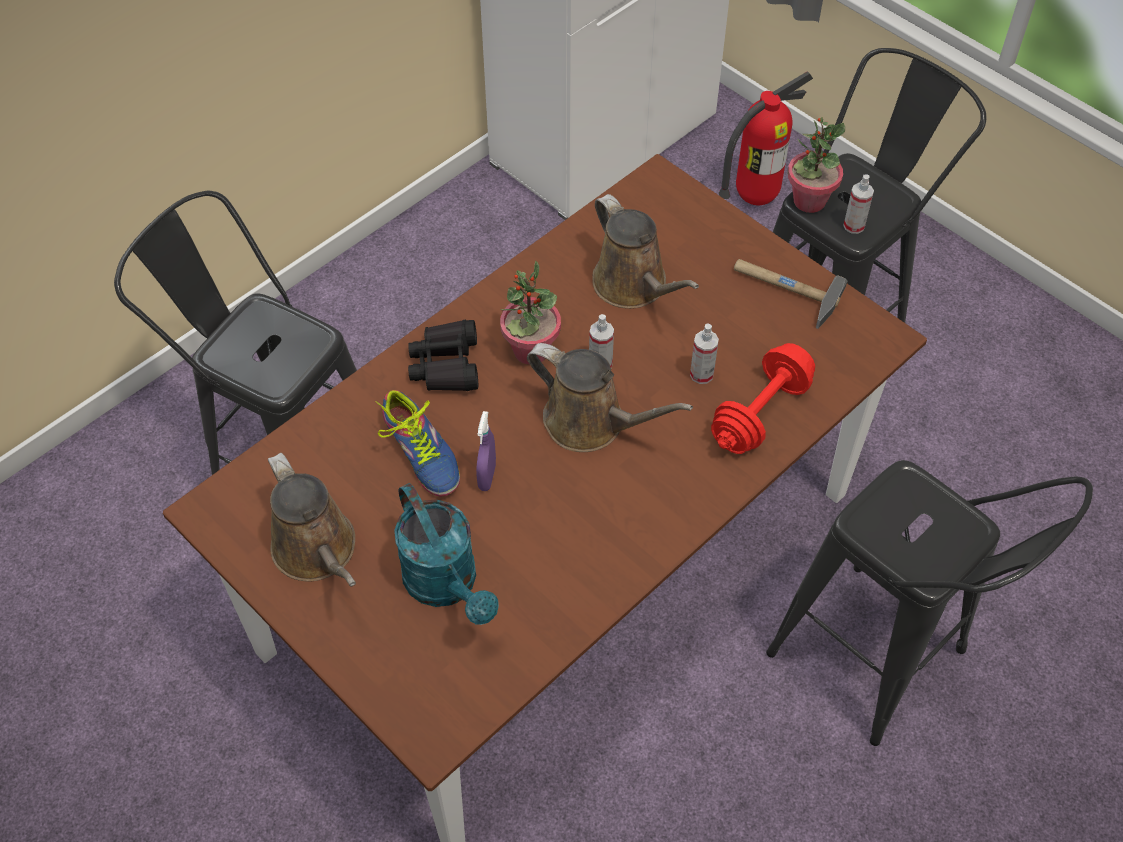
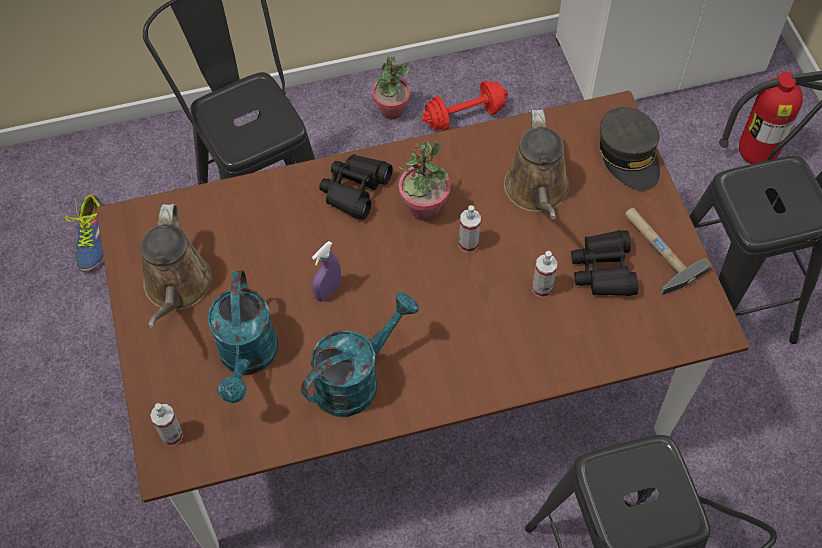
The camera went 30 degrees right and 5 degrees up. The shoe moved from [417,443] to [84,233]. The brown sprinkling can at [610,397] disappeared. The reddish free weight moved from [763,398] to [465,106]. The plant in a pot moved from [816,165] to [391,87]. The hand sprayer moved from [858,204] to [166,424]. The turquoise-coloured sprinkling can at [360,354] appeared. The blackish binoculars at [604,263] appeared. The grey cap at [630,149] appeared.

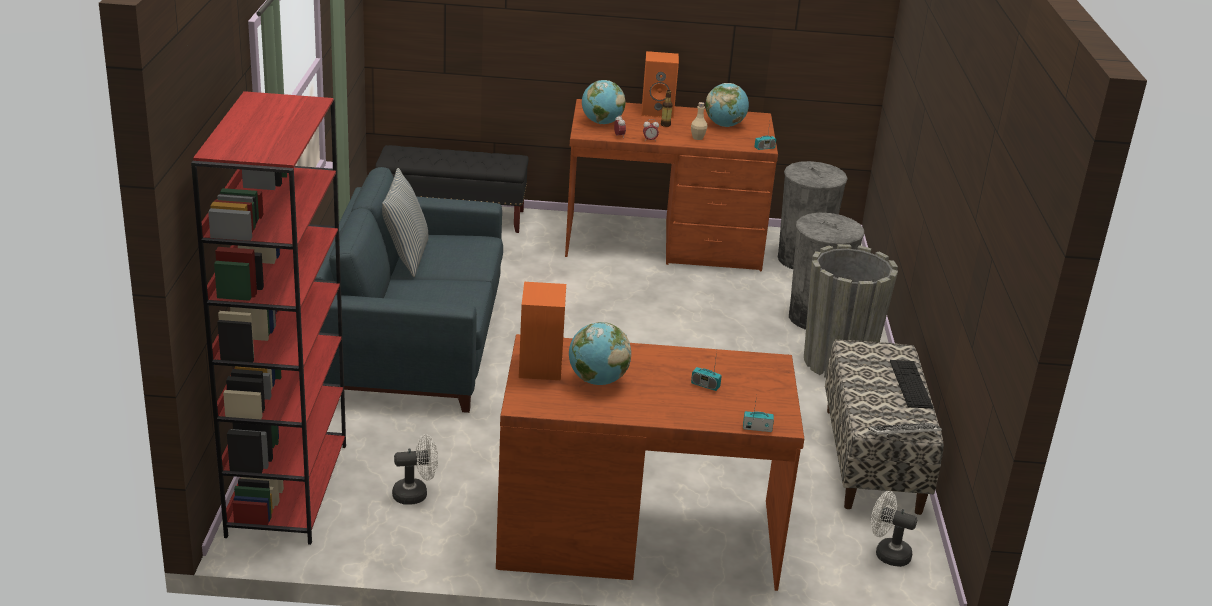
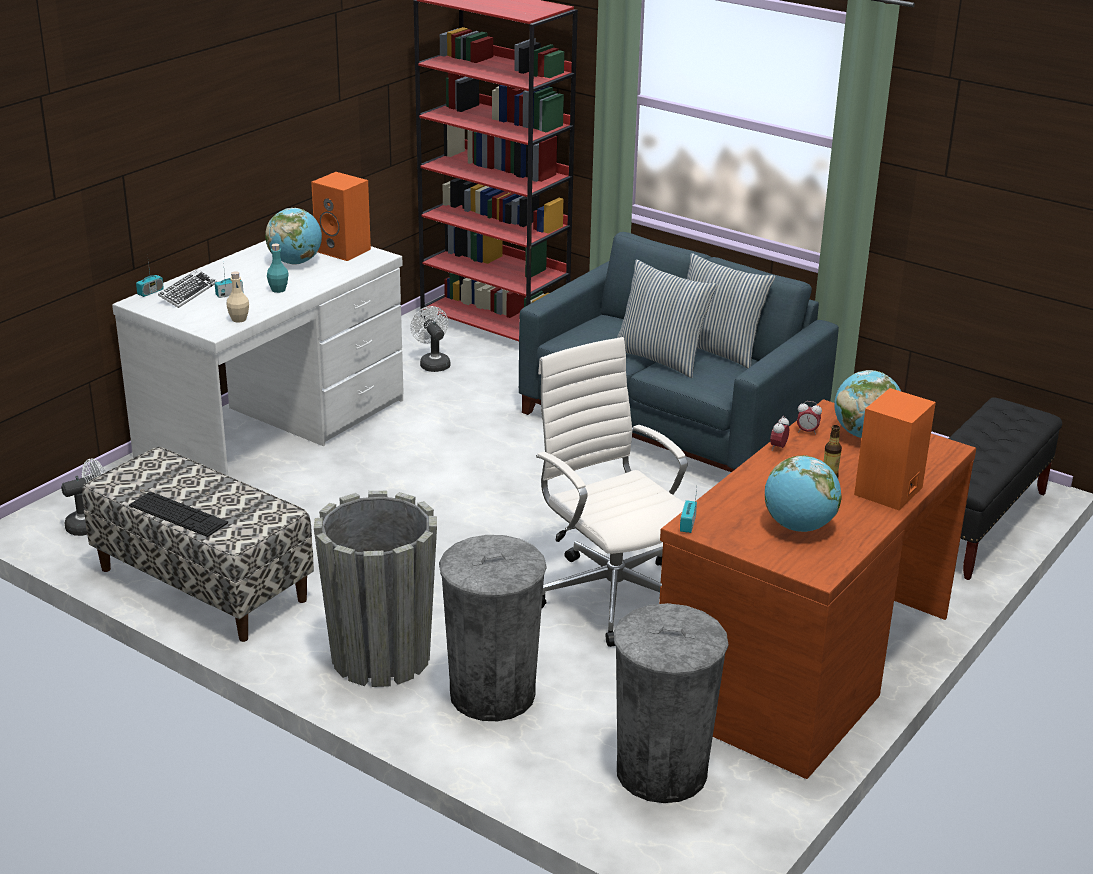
The camera went 125 degrees right and 0 degrees up. The white-coloured electric fan at [415,469] turned 135 degrees clockwise. The brown desk table at [650,462] became the white-coloured desk table at [258,358]. The beige-coloured beverage bottle moved from [699,121] to [238,297]. The keyboard moved from [905,430] to [187,288]. The turquoise-coloured beverage bottle at [278,268] appeared. The white-coloured computer chair at [611,492] appeared. The cushion at [667,318] appeared.

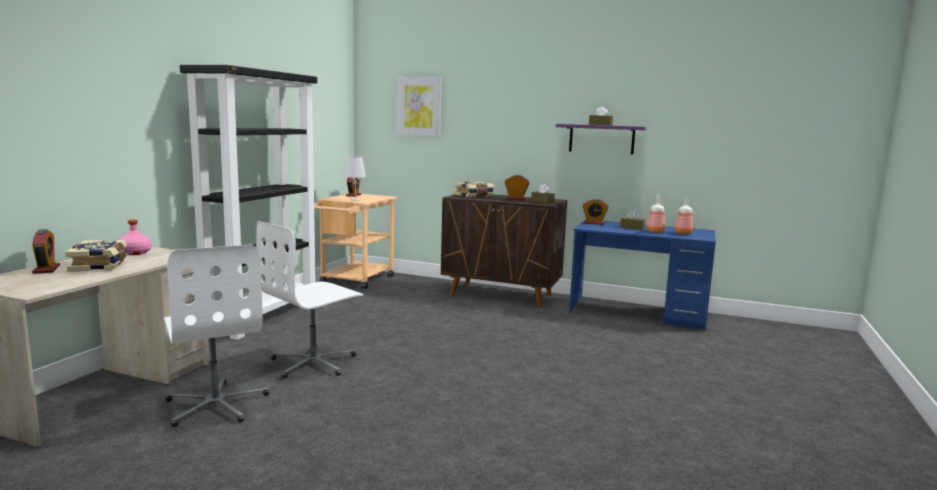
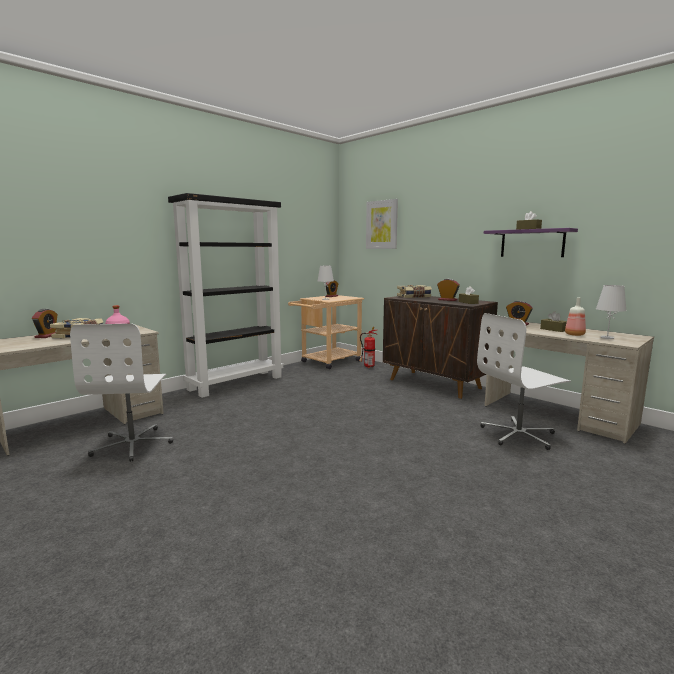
The camera went 25 degrees right and 0 degrees up. The white-coloured computer chair moved from [309,299] to [524,381]. The blue desk table at [642,276] became the beige-coloured desk table at [569,383]. The beverage bottle at [683,215] was replaced by the white-coloured lamp for a table at [611,312]. The fire-fighting cylinder at [368,347] appeared.

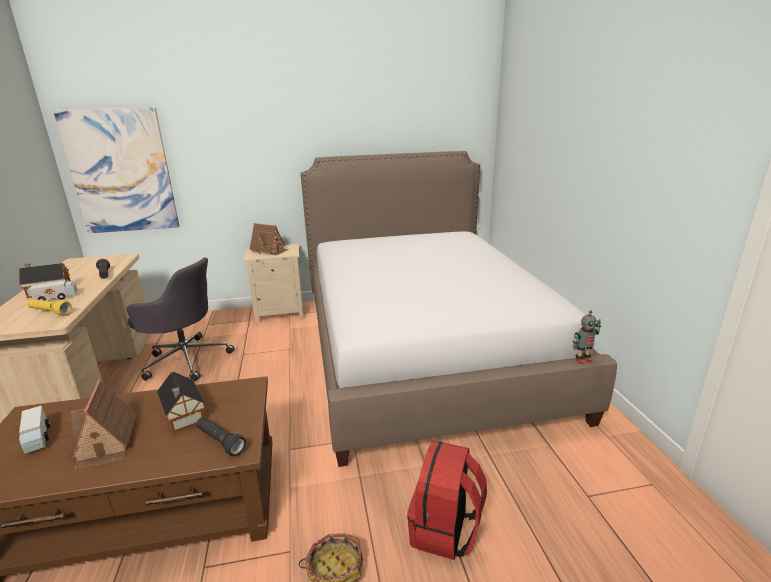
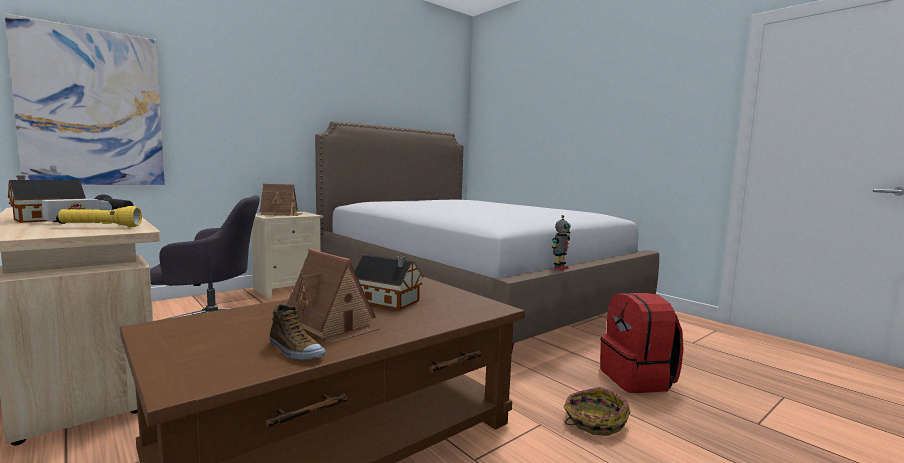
The camera went 30 degrees left and 15 degrees down. The toy truck at [34,429] disappeared. The blackish flashlight at [221,436] disappeared. The robot figure moved from [587,337] to [561,242]. The shoe at [297,332] appeared.

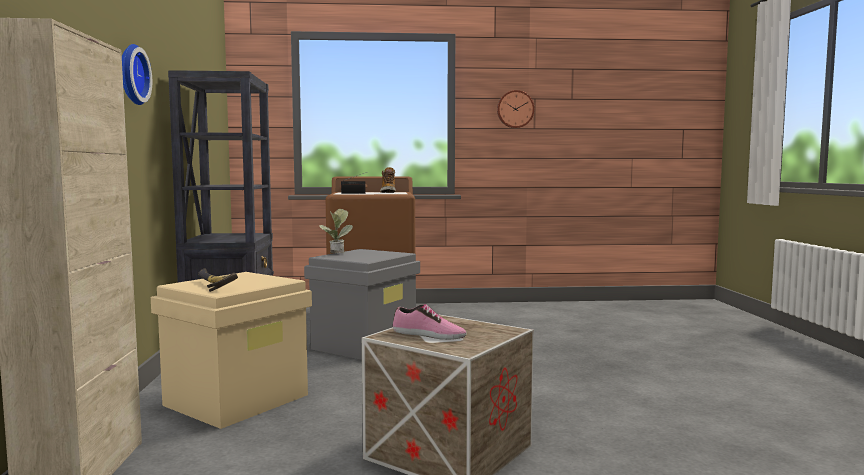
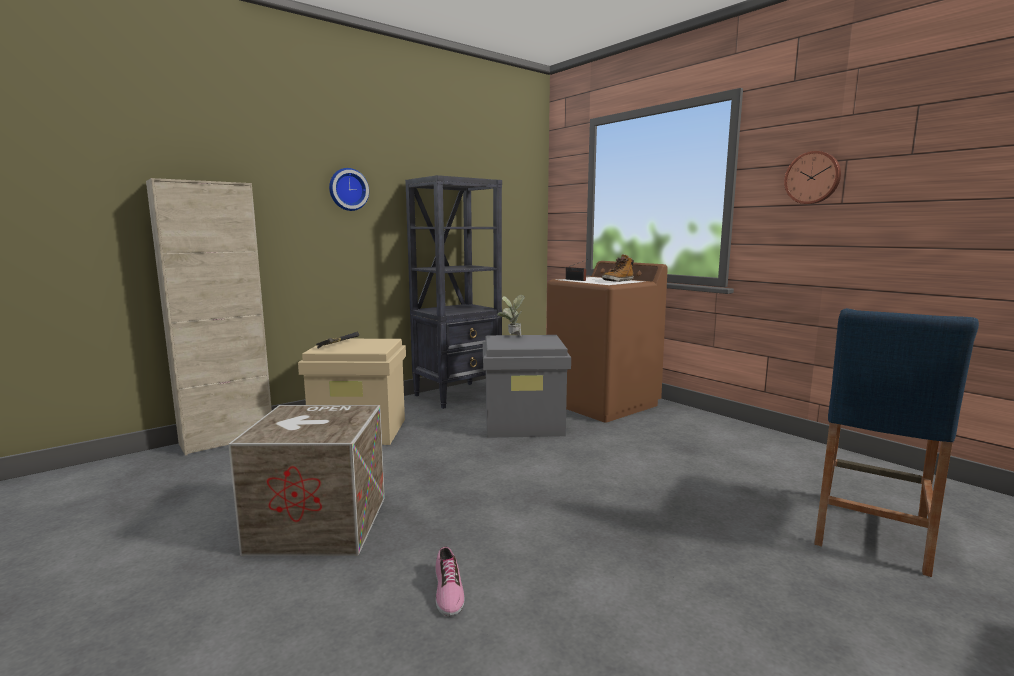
The camera went 55 degrees right and 5 degrees up. The shoe moved from [429,322] to [450,581]. The blue sitting stool at [896,442] appeared.

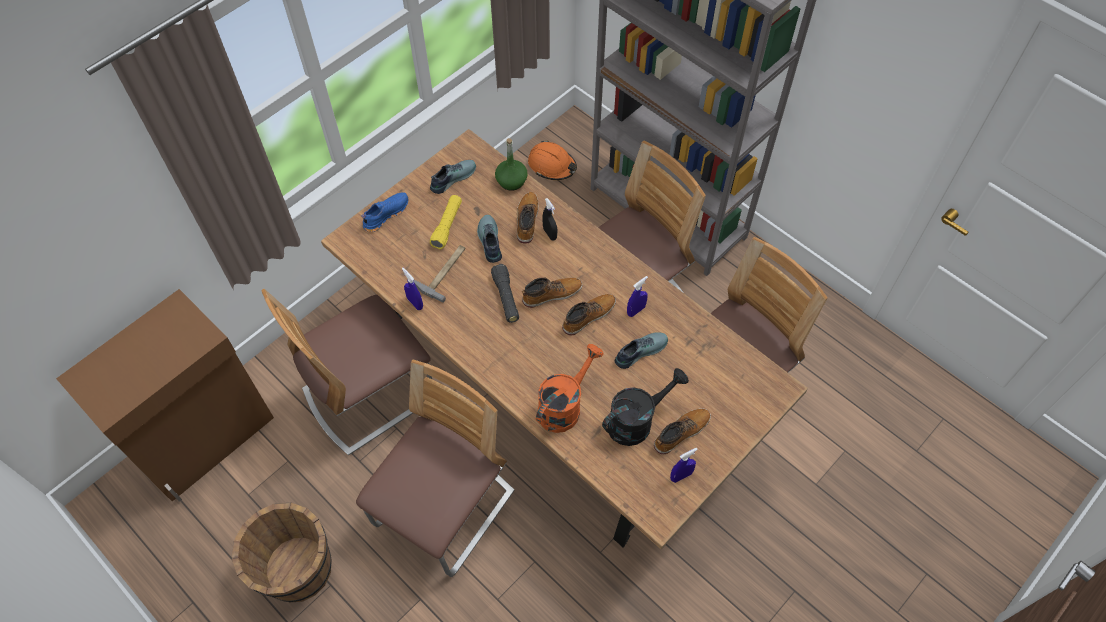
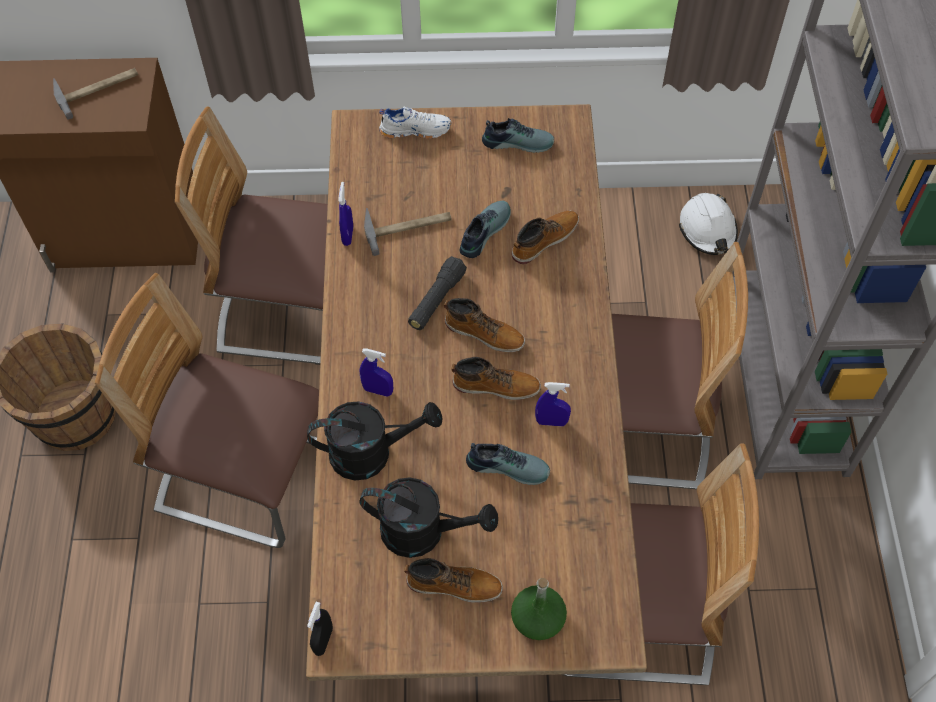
The camera went 45 degrees right and 0 degrees up. The plain chair at [435,468] turned 150 degrees counterclockwise. The blue shoe at [384,212] became the white-coloured shoe at [415,122]. The yellowish flashlight at [446,222] disappeared. The green-coloured beverage bottle moved from [511,164] to [539,609]. The orange work helmet at [552,160] became the white-coloured work helmet at [708,224]. The orange sprinkling can at [570,388] became the blackish sprinkling can at [374,441]. The blackish hand sprayer moved from [549,219] to [320,629]. The blue hand sprayer moved from [684,465] to [376,372]. The hammer at [95,94] appeared.

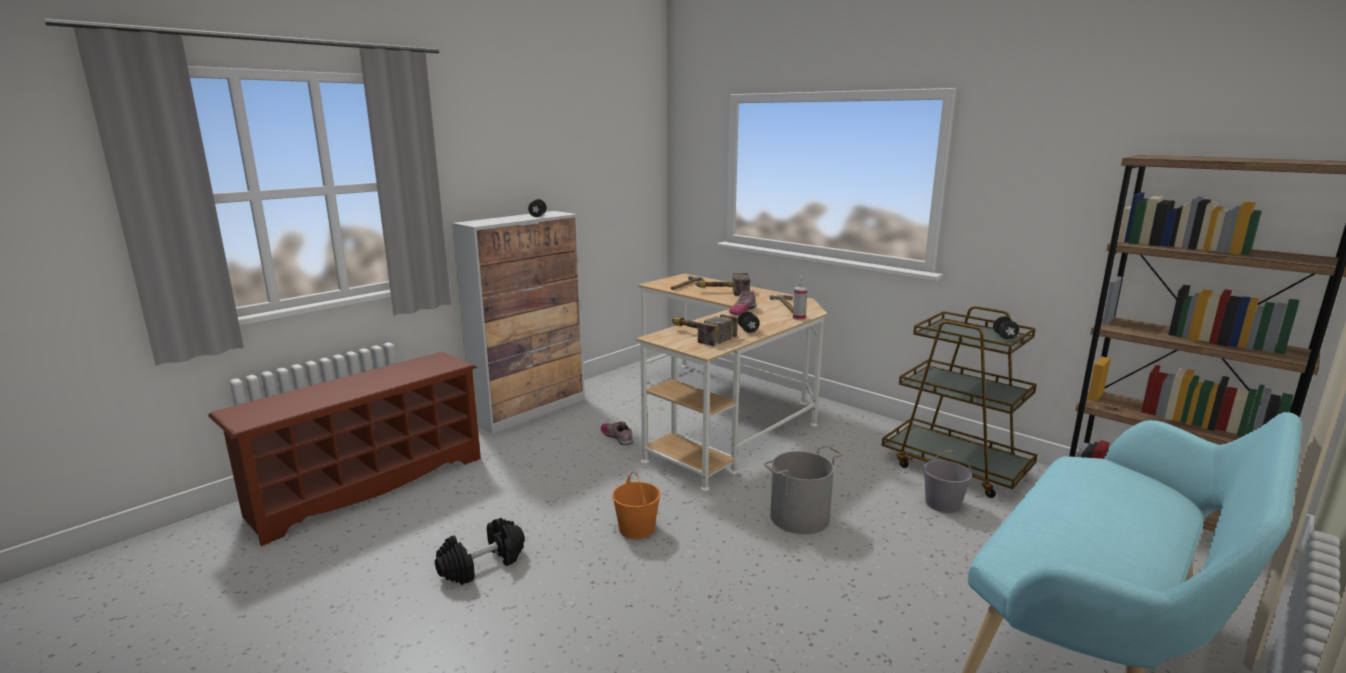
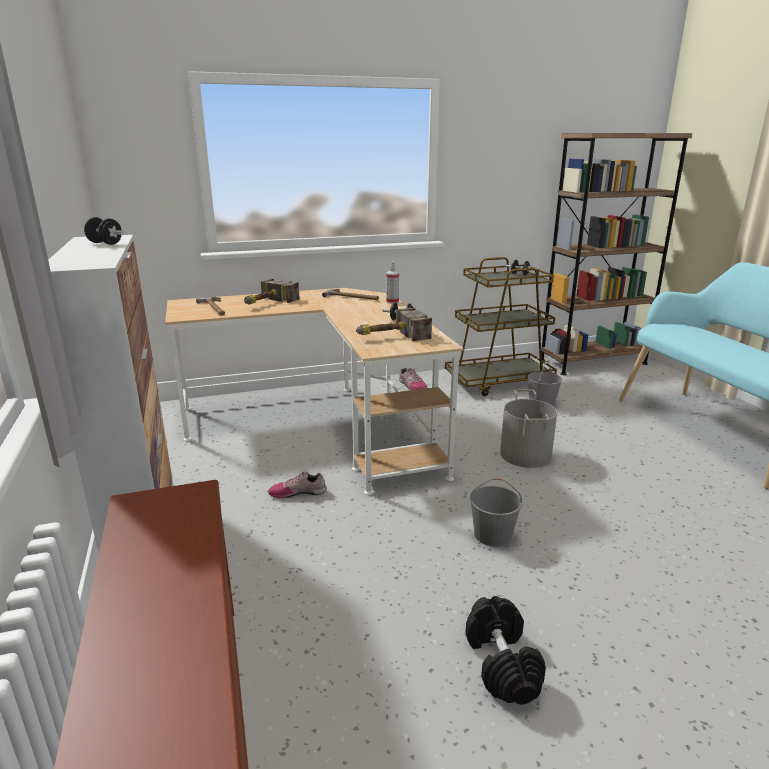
The camera went 60 degrees left and 5 degrees up. The orange water bucket at [636,505] became the grey water bucket at [496,512]. The shoe moved from [742,303] to [413,379].

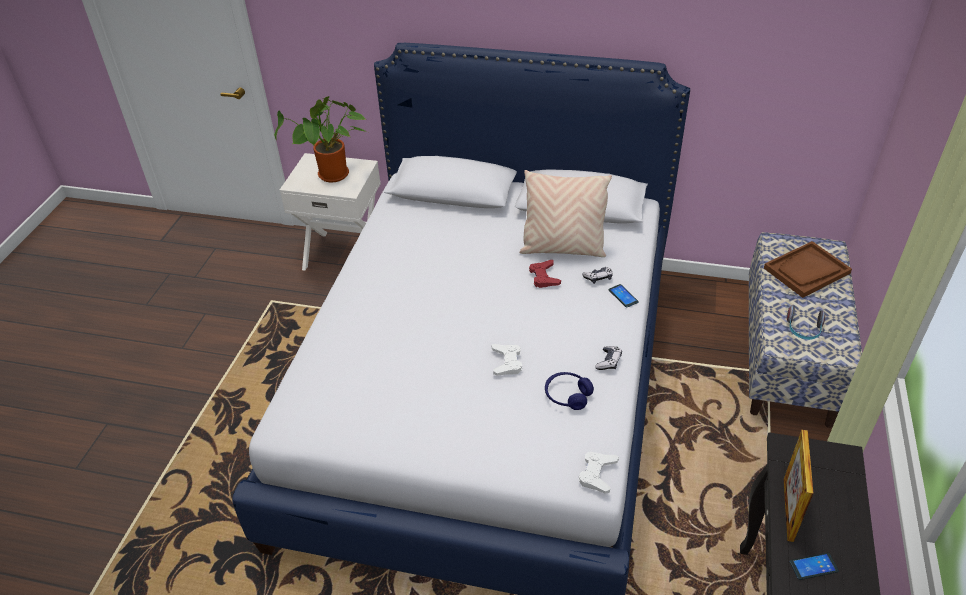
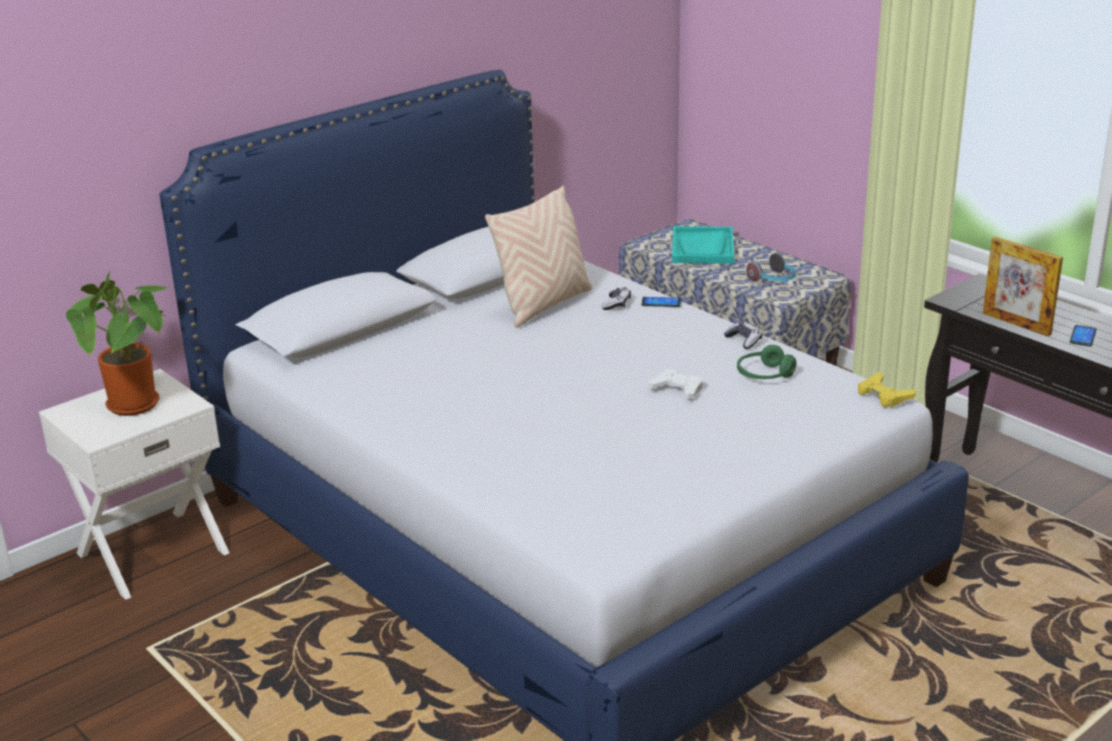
The camera went 55 degrees left and 15 degrees down. The reddish game controller at [545,274] disappeared. The blue pair of headphones at [569,391] became the green-coloured pair of headphones at [766,362]. The white-coloured game controller at [599,472] became the yellowish game controller at [887,390]. The brown carrying tray at [808,269] became the turquoise-coloured carrying tray at [703,245].

